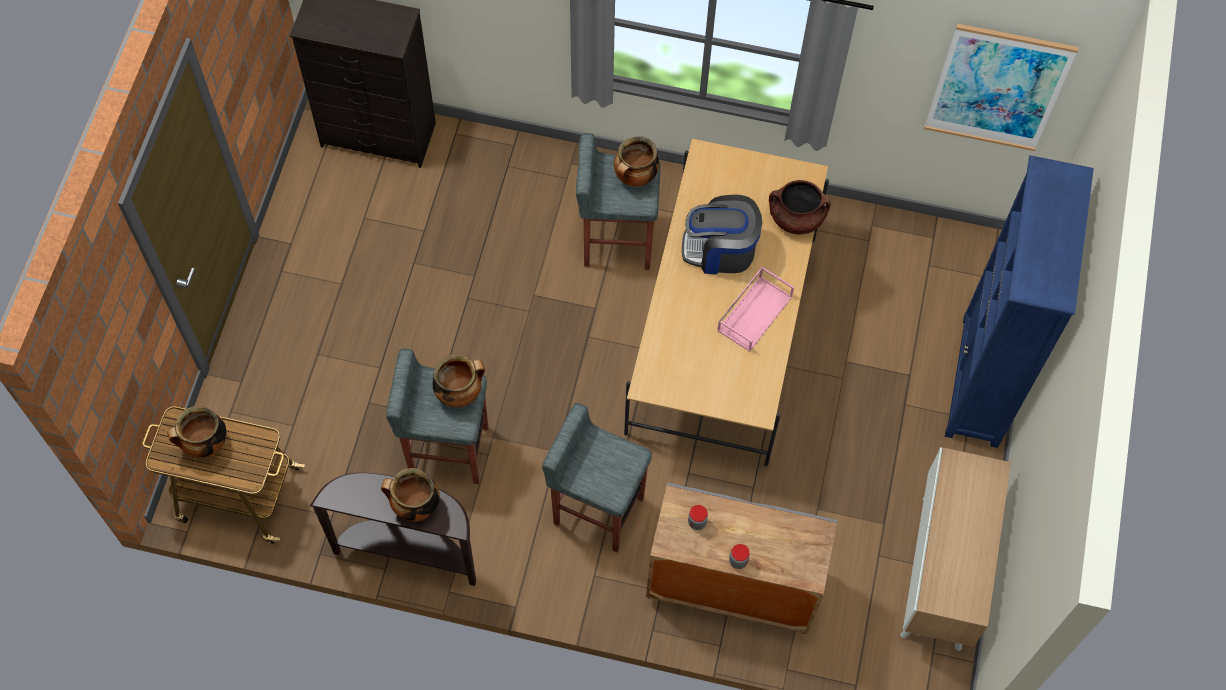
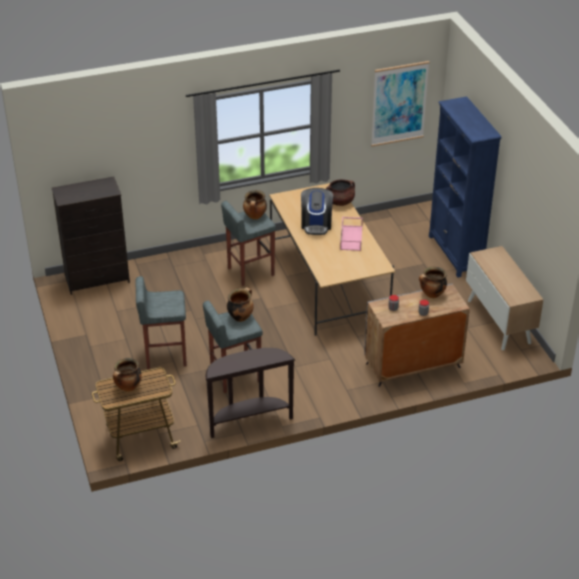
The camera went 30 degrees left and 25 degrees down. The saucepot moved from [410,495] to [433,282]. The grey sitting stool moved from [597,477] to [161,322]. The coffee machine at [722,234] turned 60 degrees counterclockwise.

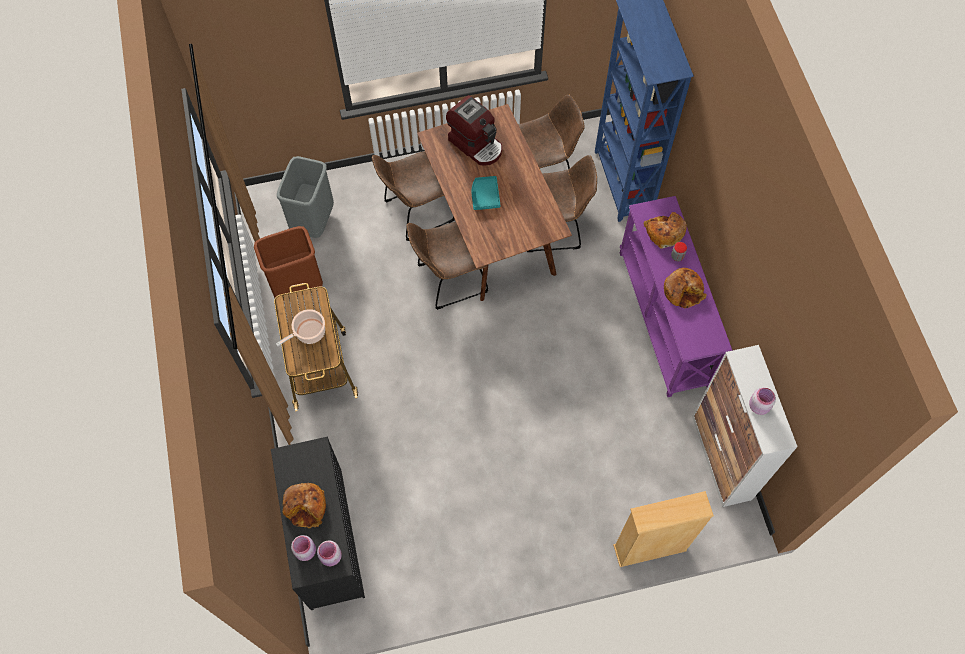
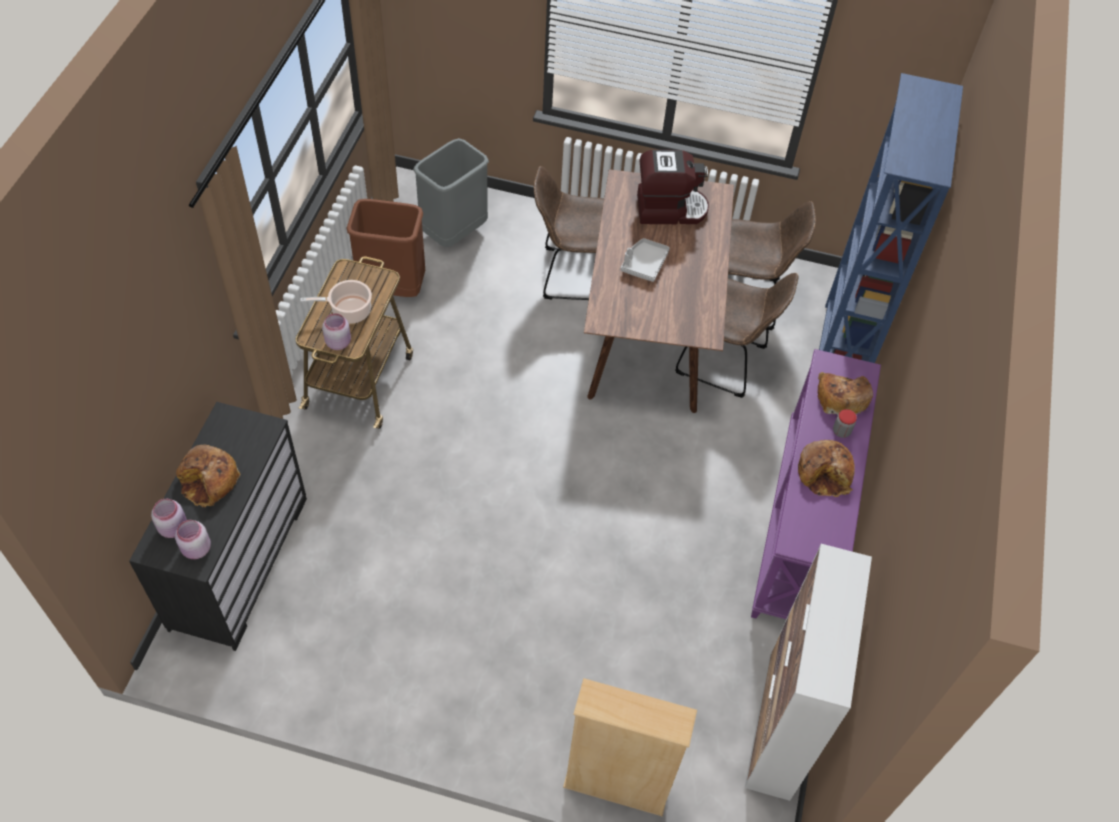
The camera went 25 degrees right and 10 degrees down. The brown plain chair at [447,266] disappeared. The coffee machine at [474,130] turned 75 degrees counterclockwise. The turquoise-coloured carrying tray at [486,193] became the grey carrying tray at [645,260]. The pink-coloured preserve jar moved from [762,401] to [336,331].

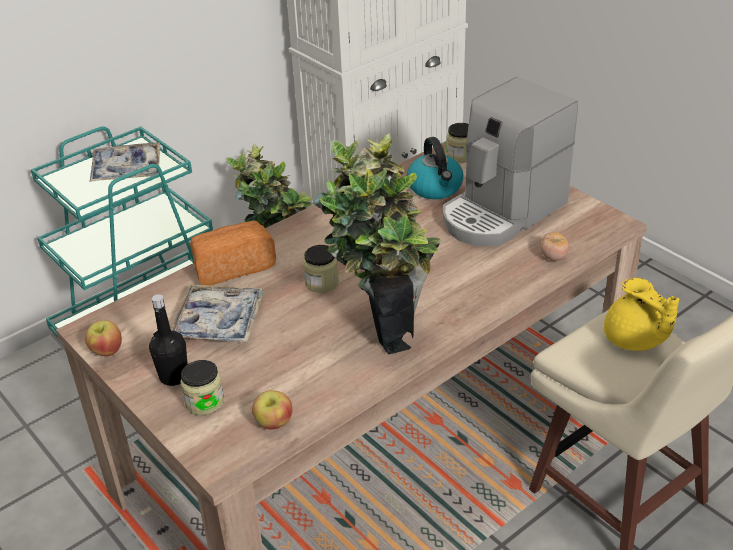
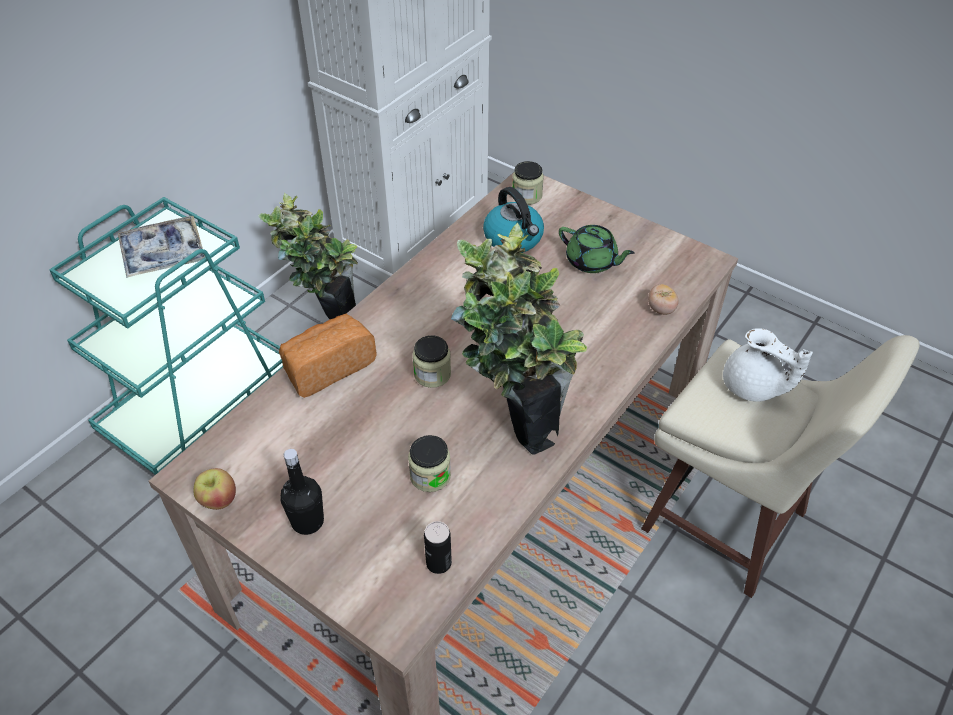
The camera went 15 degrees left and 10 degrees up. The carrying tray at [217,313] disappeared. The preserve jar moved from [202,387] to [429,463]. The apple at [272,410] was replaced by the sealed can at [438,547]. The coffee machine at [510,162] was replaced by the green-coloured tea pot at [597,249]. The yellowish tea pot at [641,314] became the white-coloured tea pot at [768,365].

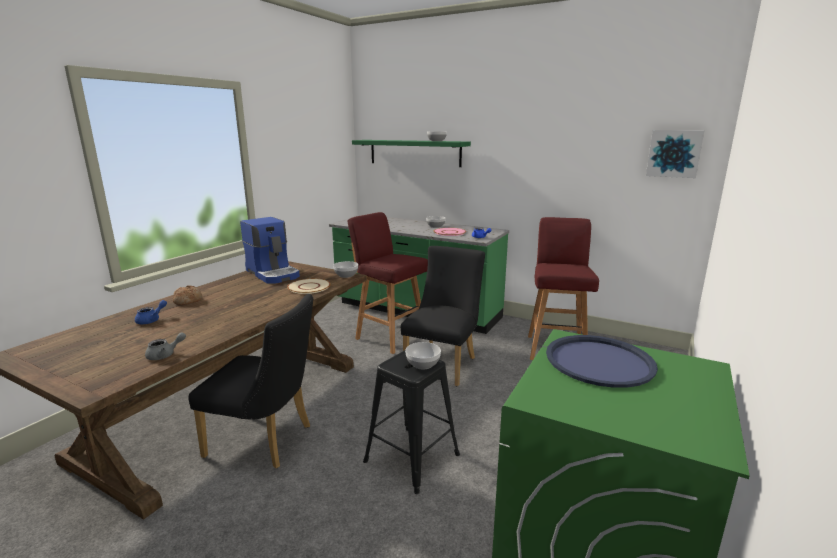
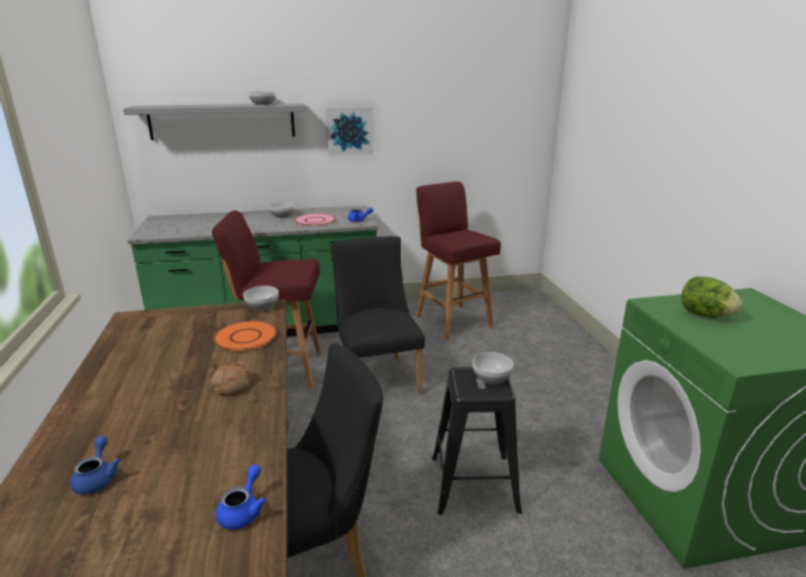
The camera went 40 degrees left and 5 degrees up. The grey tea pot at [165,346] became the blue tea pot at [241,497]. The baked bread moved from [187,295] to [231,378]. The coffee machine at [270,250] disappeared. The beige-coloured plate at [309,286] became the orange plate at [245,336]. The green-coloured wall shelf at [411,153] became the grey wall shelf at [214,121]. The blue carrying tray at [602,361] was replaced by the head of lettuce at [712,297]. The picture moved from [675,154] to [349,131].

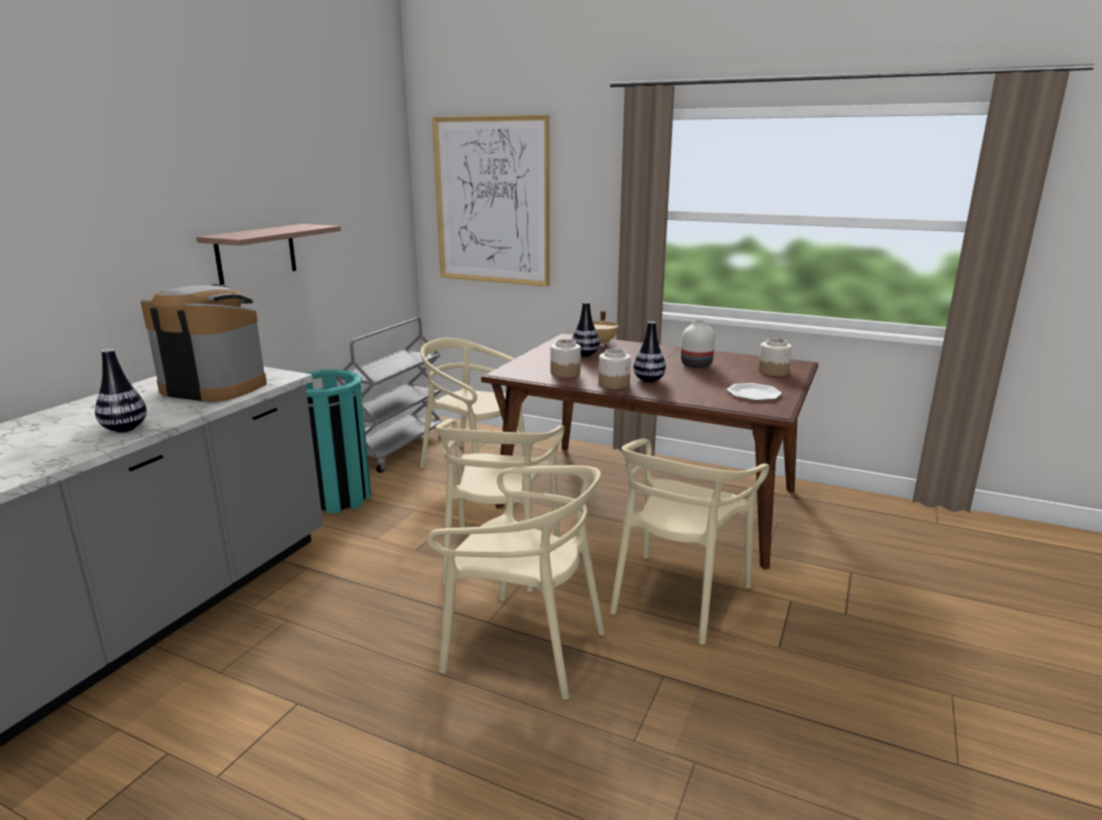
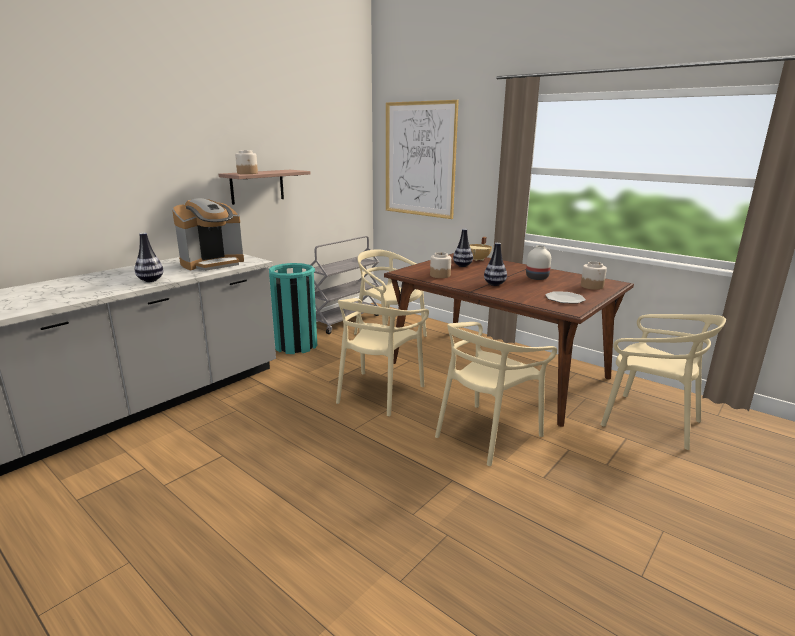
The camera went 15 degrees right and 0 degrees up. The coffee machine at [203,343] turned 105 degrees clockwise. The beige-coloured plain chair moved from [516,582] to [663,382]. The preserve jar moved from [614,369] to [246,162].

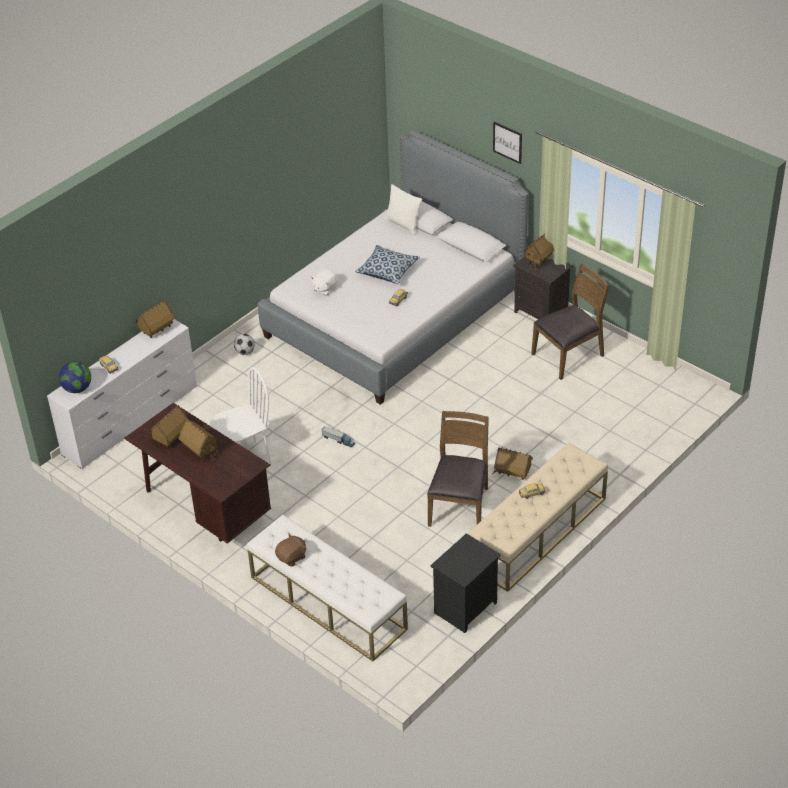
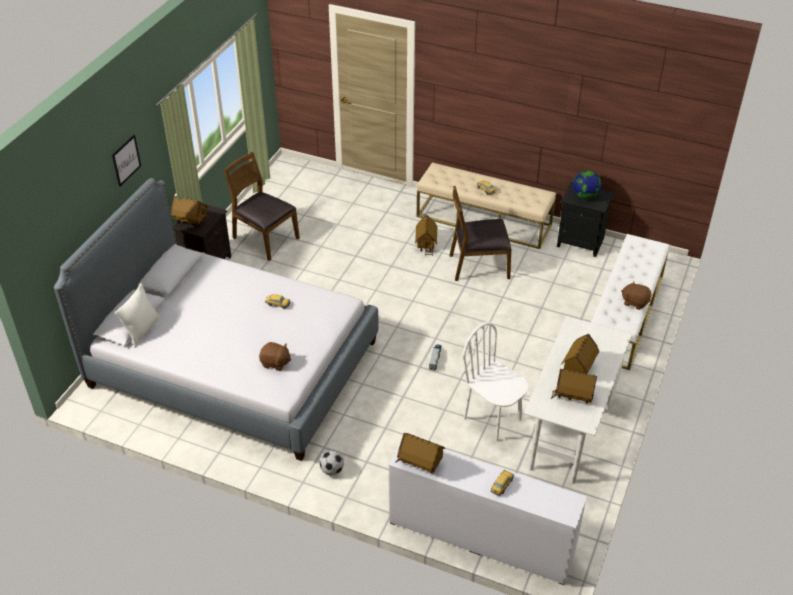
The camera went 110 degrees left and 0 degrees up. The desk globe moved from [75,377] to [587,185]. The brown desk table at [197,473] became the white-coloured desk table at [578,400]. The white-coloured cuddly toy at [324,282] became the brown cuddly toy at [275,356]. The cushion at [387,264] disappeared.

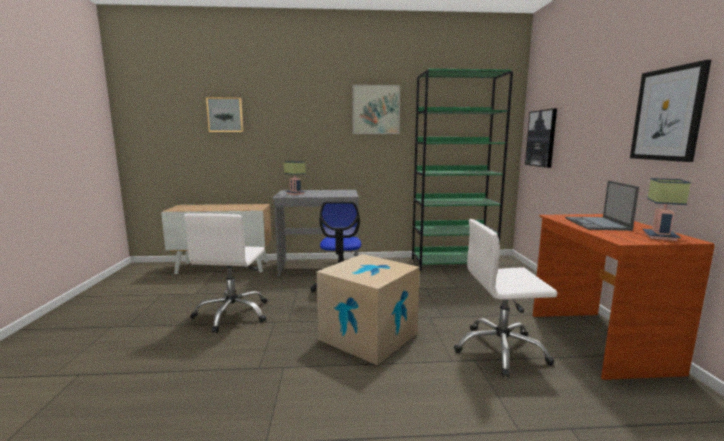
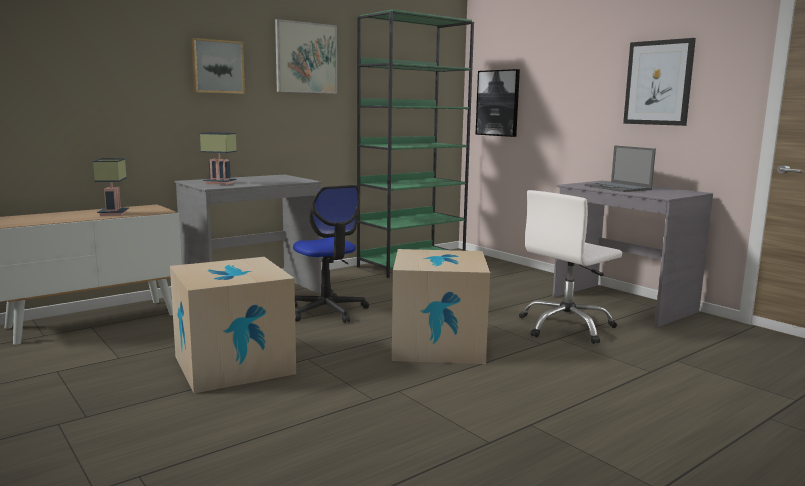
The camera went 35 degrees left and 0 degrees up. The white-coloured computer chair at [225,273] was replaced by the packing box at [233,325]. The picture moved from [225,114] to [218,66]. The brown desk table at [624,297] became the grey desk table at [633,253]. The lamp for a table moved from [667,209] to [111,187].

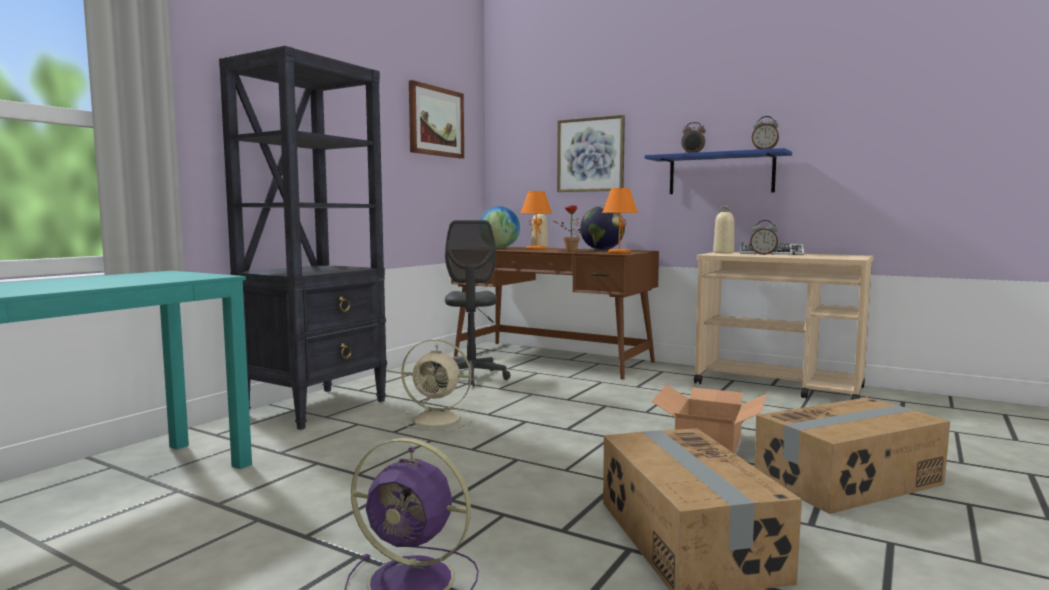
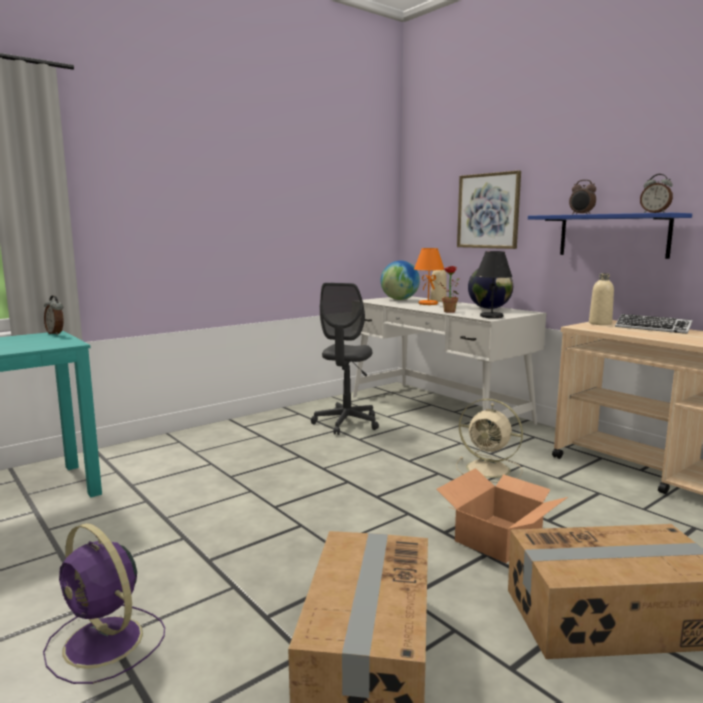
The camera went 20 degrees right and 5 degrees up. The blackish bookshelf at [303,238] disappeared. The beige-coloured electric fan moved from [437,385] to [489,441]. The picture at [436,119] disappeared. The brown desk table at [555,313] became the white-coloured desk table at [449,360]. The orange lamp for a table at [620,221] became the blackish lamp for a table at [494,284]. The bedside clock moved from [764,237] to [54,315].

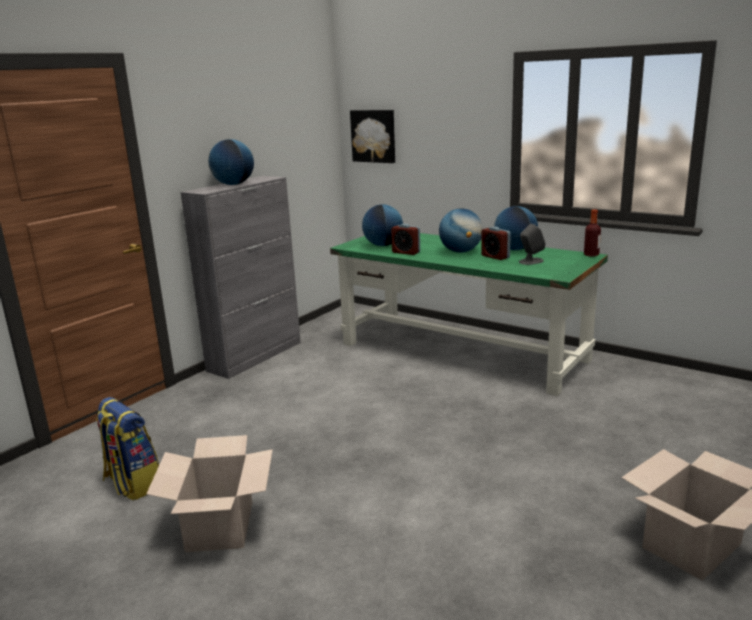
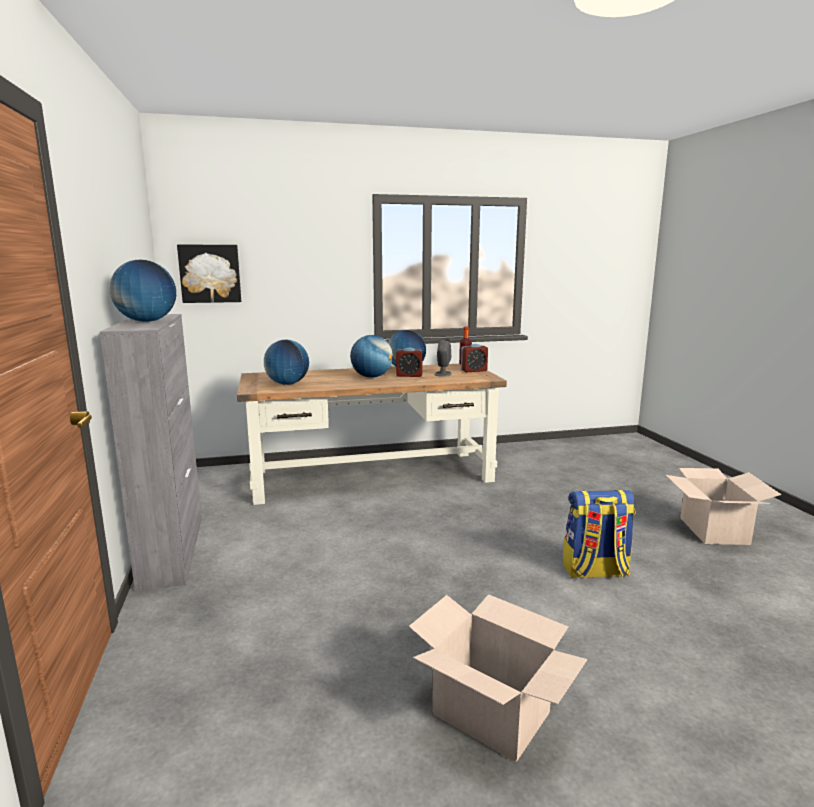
The camera went 50 degrees left and 5 degrees down. The backpack moved from [127,449] to [599,534]. The green-coloured desk table at [469,314] became the brown desk table at [372,434]. The bedside clock moved from [405,239] to [474,358].

